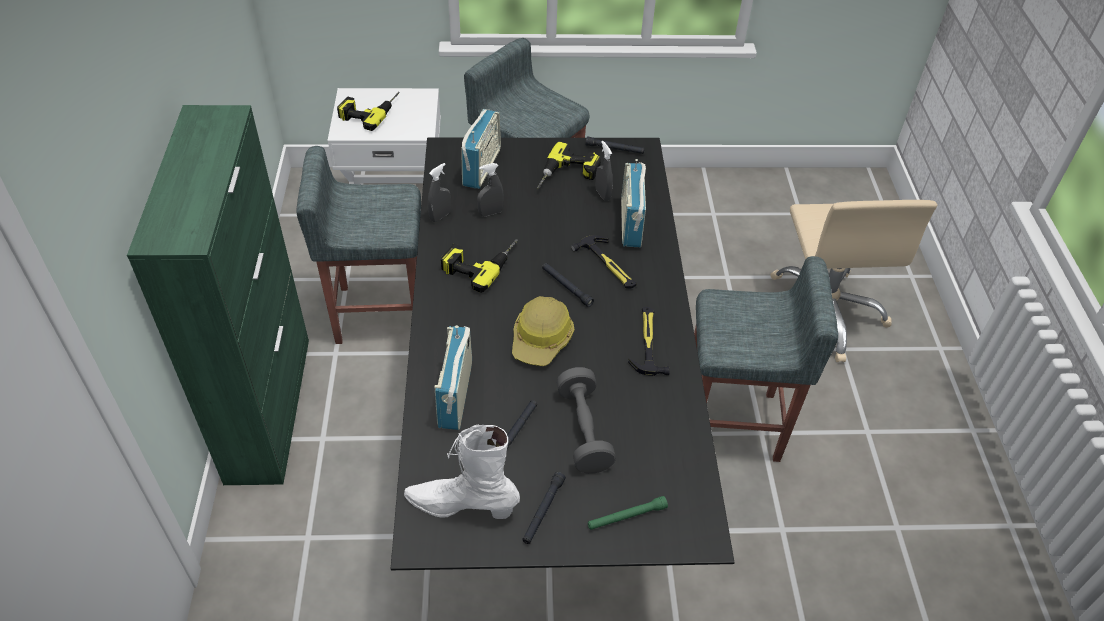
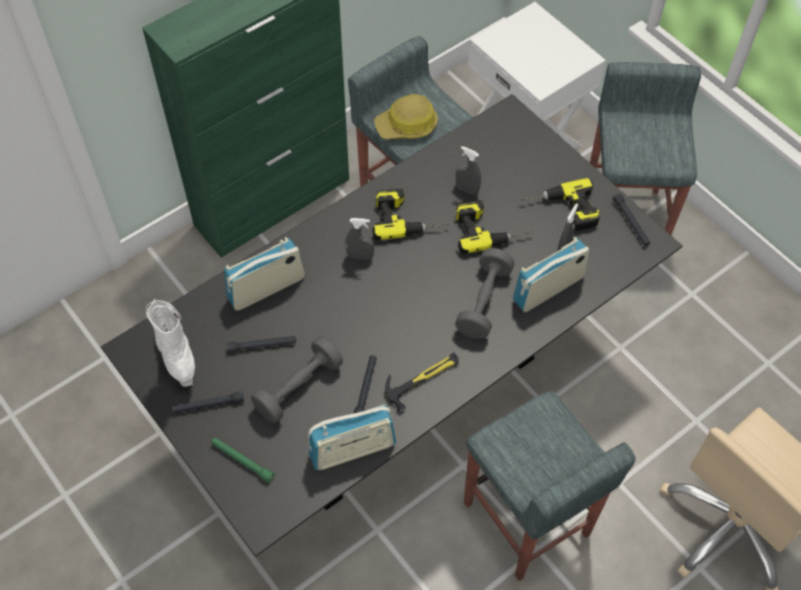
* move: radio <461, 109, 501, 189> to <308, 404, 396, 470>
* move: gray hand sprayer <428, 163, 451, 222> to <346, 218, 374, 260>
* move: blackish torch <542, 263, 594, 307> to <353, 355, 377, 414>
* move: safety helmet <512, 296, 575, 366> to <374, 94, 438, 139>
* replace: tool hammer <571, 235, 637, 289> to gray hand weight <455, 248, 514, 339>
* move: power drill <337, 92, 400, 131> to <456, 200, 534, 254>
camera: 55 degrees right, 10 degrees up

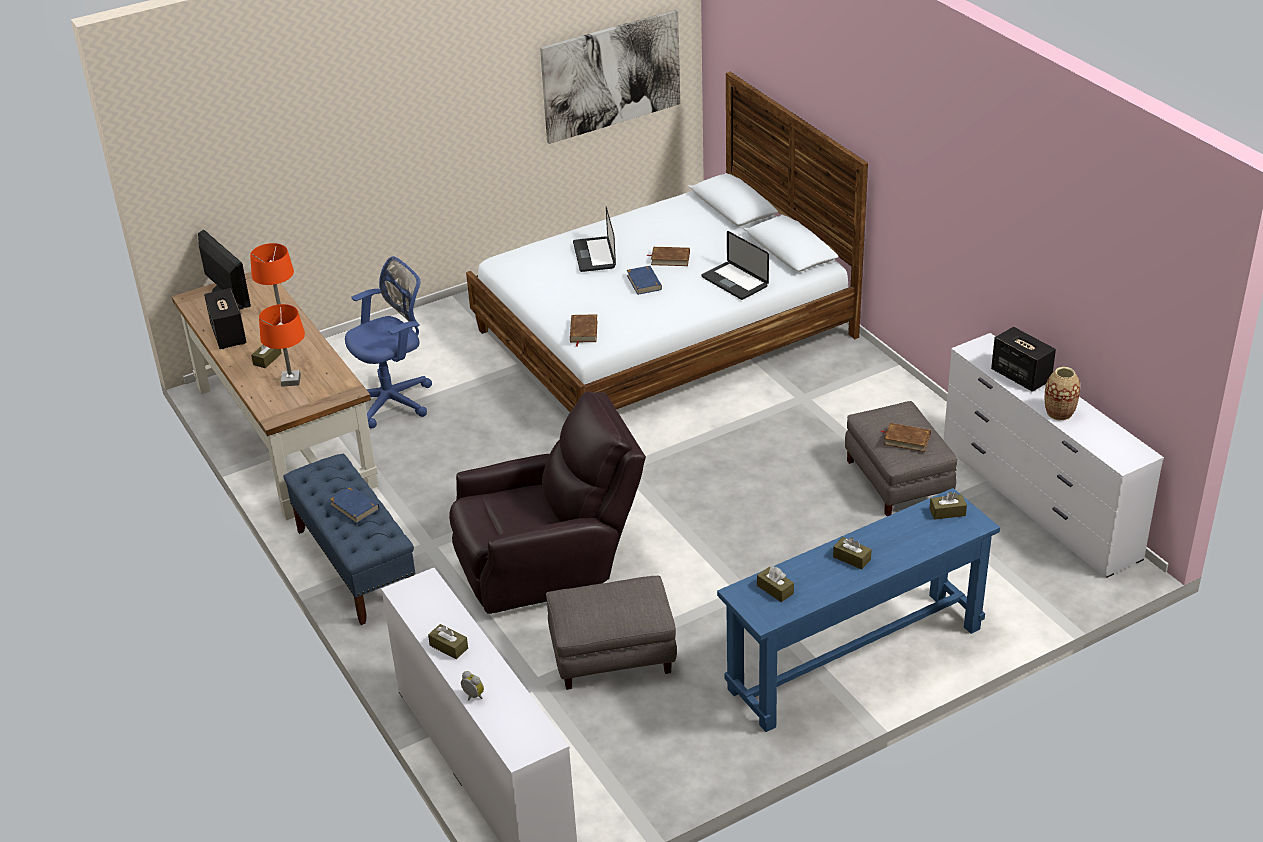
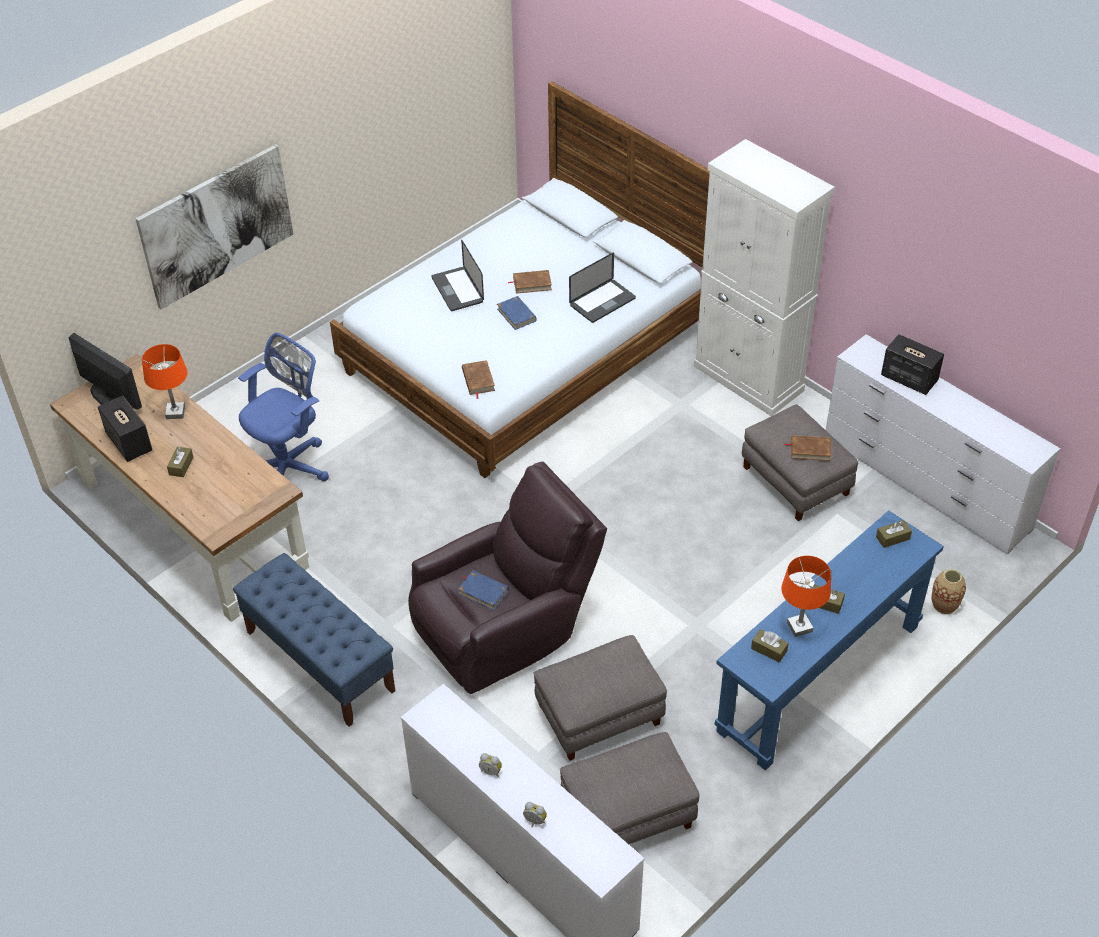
* move: picture <540, 10, 680, 144> to <135, 144, 293, 309>
* move: blue volume <329, 486, 379, 524> to <458, 570, 509, 610>
* replace: brownish tissue holder <428, 624, 468, 659> to alarm clock <479, 753, 502, 777>
* insert: gray pouffe <560, 732, 700, 844>
* rotate: notebook computer <702, 231, 769, 300> = <569, 252, 636, 323> 75 degrees counterclockwise
* insert: whitish storage cabinet <694, 139, 835, 416>
* move: orangey table lamp <259, 304, 305, 387> to <781, 556, 831, 637>
* move: vase <1044, 367, 1080, 421> to <932, 569, 966, 614>
camera: 15 degrees left, 10 degrees up

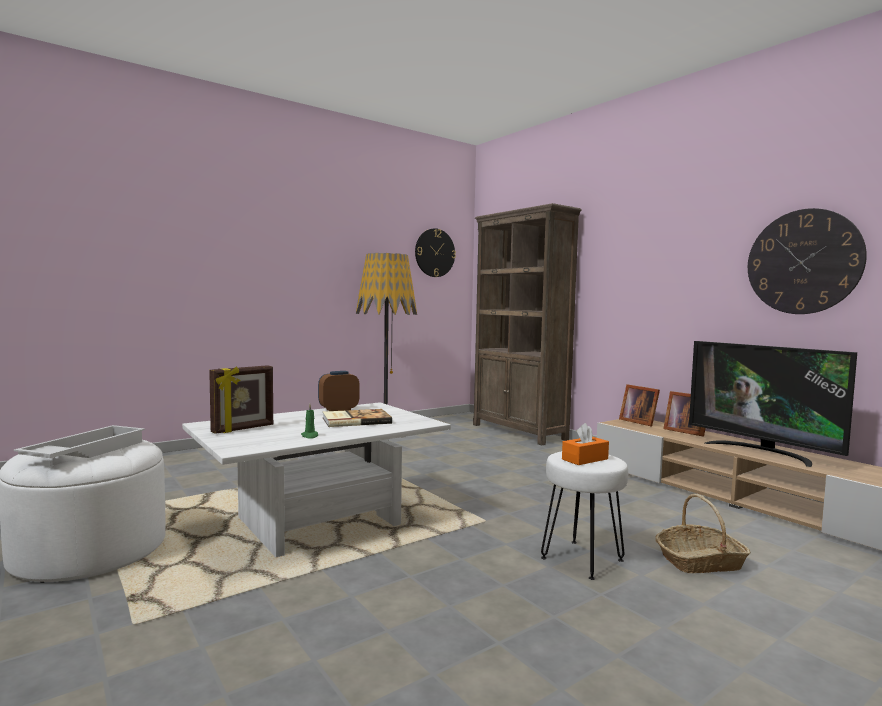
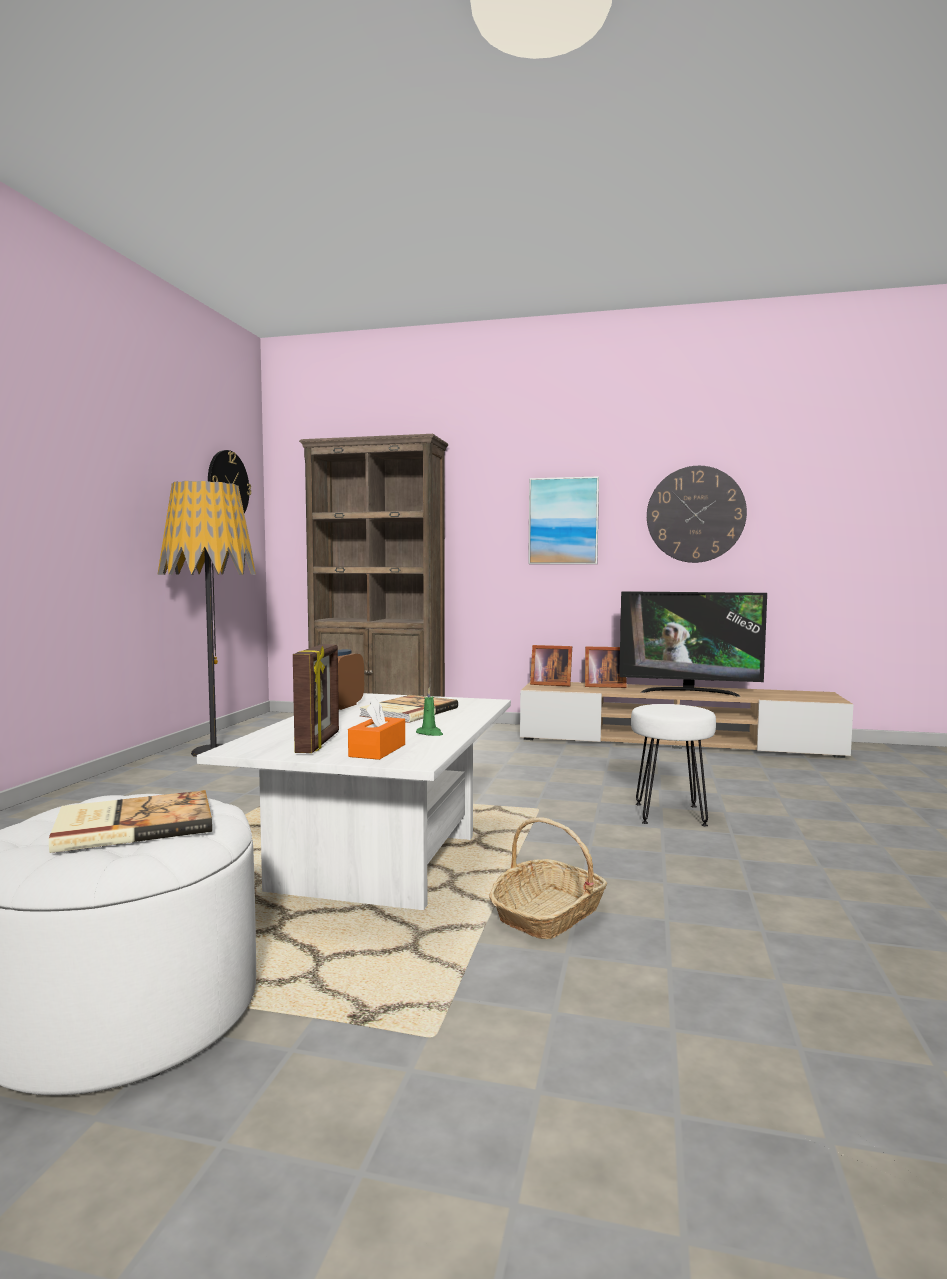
* replace: whitish serving tray <14, 425, 145, 458> to volume <49, 790, 212, 853>
* move: orangey tissue holder <562, 423, 609, 465> to <348, 697, 405, 760>
* move: basket <655, 494, 750, 573> to <489, 817, 607, 939>
* insert: picture <528, 476, 599, 564>
camera: 40 degrees left, 0 degrees up

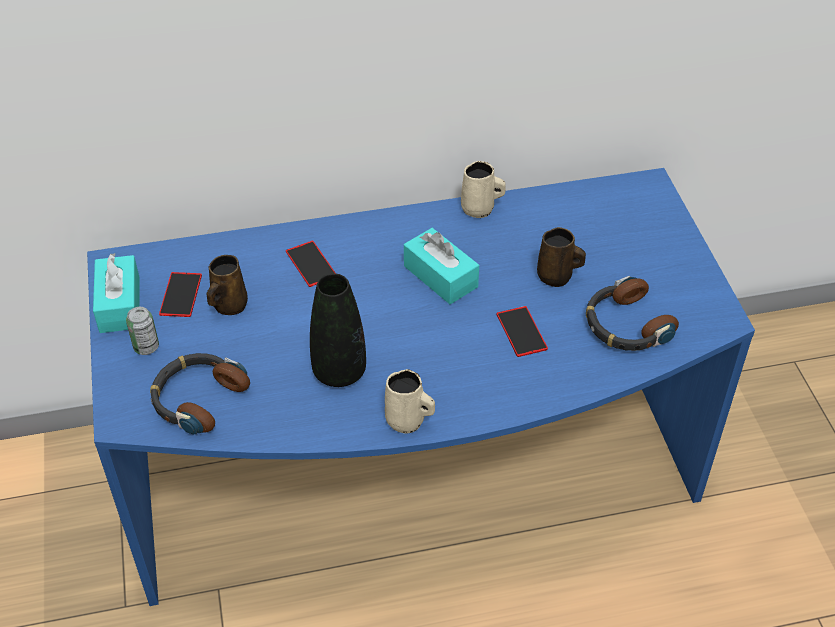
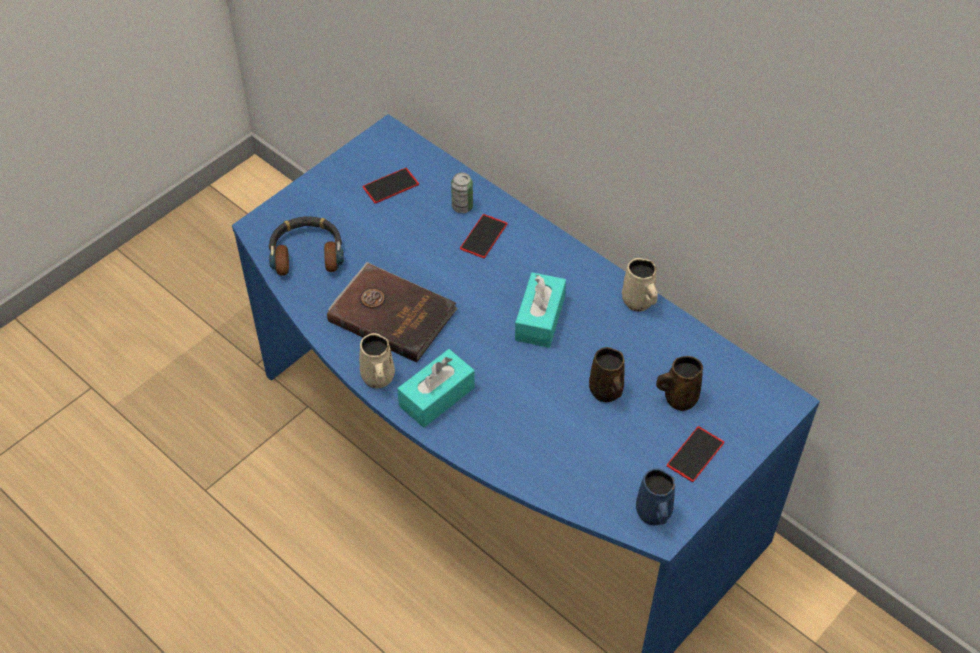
* replace: blackish vase <310, 273, 366, 387> to brownish volume <327, 262, 458, 363>
* move: turquoise tissue holder <93, 253, 140, 333> to <397, 349, 475, 428>
* move: sealed can <126, 307, 159, 355> to <451, 173, 473, 213>
* insert: blue tea mug <636, 468, 675, 526>
* move: brownish tea mug <206, 255, 248, 315> to <656, 356, 703, 411>
* move: phone <497, 306, 548, 357> to <667, 426, 724, 482>
* delete: headset <586, 276, 679, 351>
camera: 55 degrees right, 5 degrees up

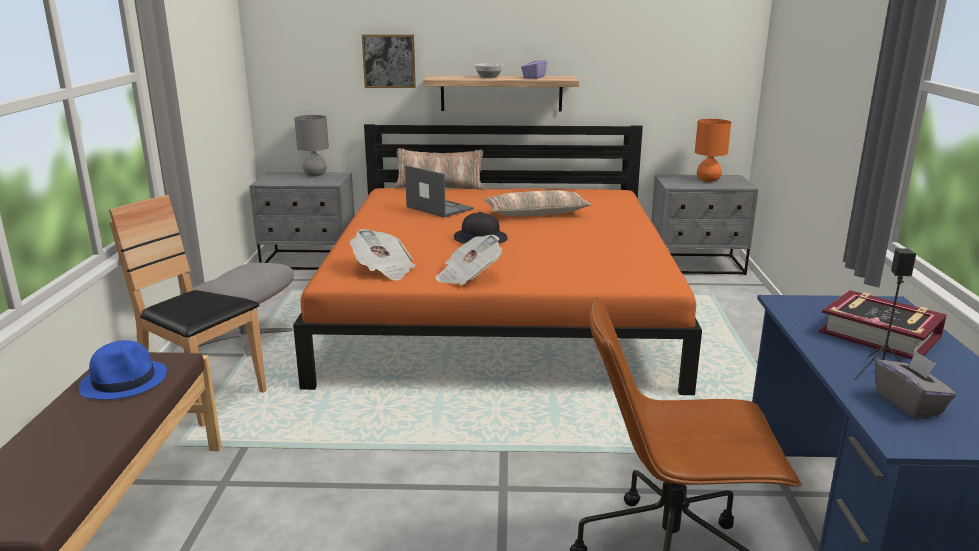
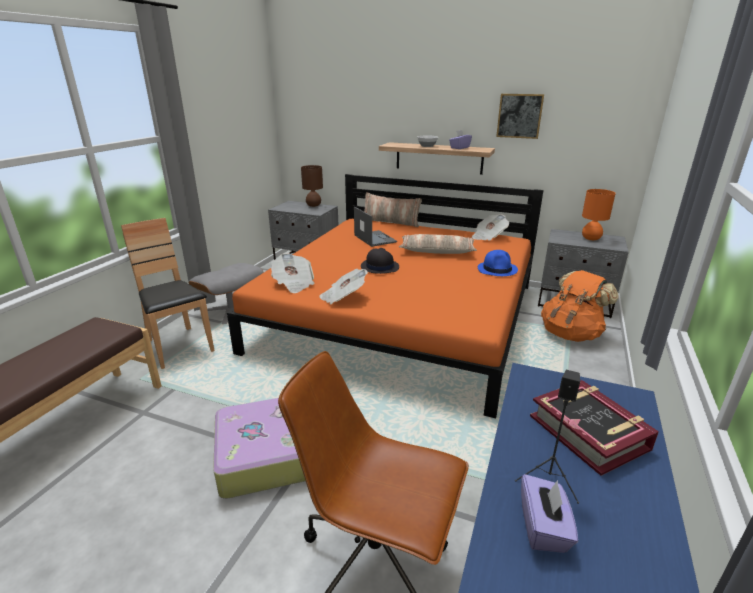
* insert: piece of luggage <213, 398, 306, 499>
* recolor: gray table lamp <294, 115, 329, 176> to brownish table lamp <301, 165, 323, 207>
* insert: printed paper <472, 214, 509, 240>
* move: blue wearable hat <79, 340, 167, 400> to <478, 250, 518, 276>
* move: picture <362, 34, 416, 88> to <496, 94, 544, 139>
* recolor: gray tissue holder <875, 351, 956, 418> to purple tissue holder <521, 474, 578, 553>
* insert: orangey rucksack <541, 270, 618, 342>
camera: 20 degrees right, 5 degrees up

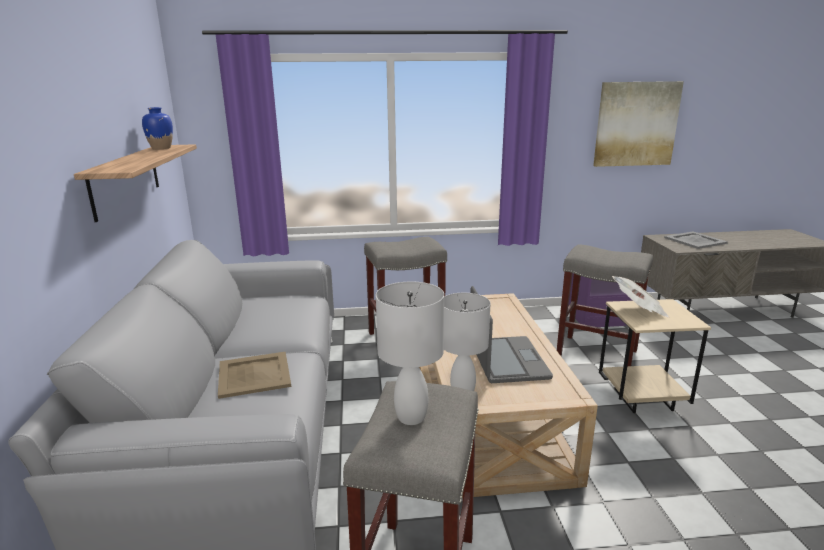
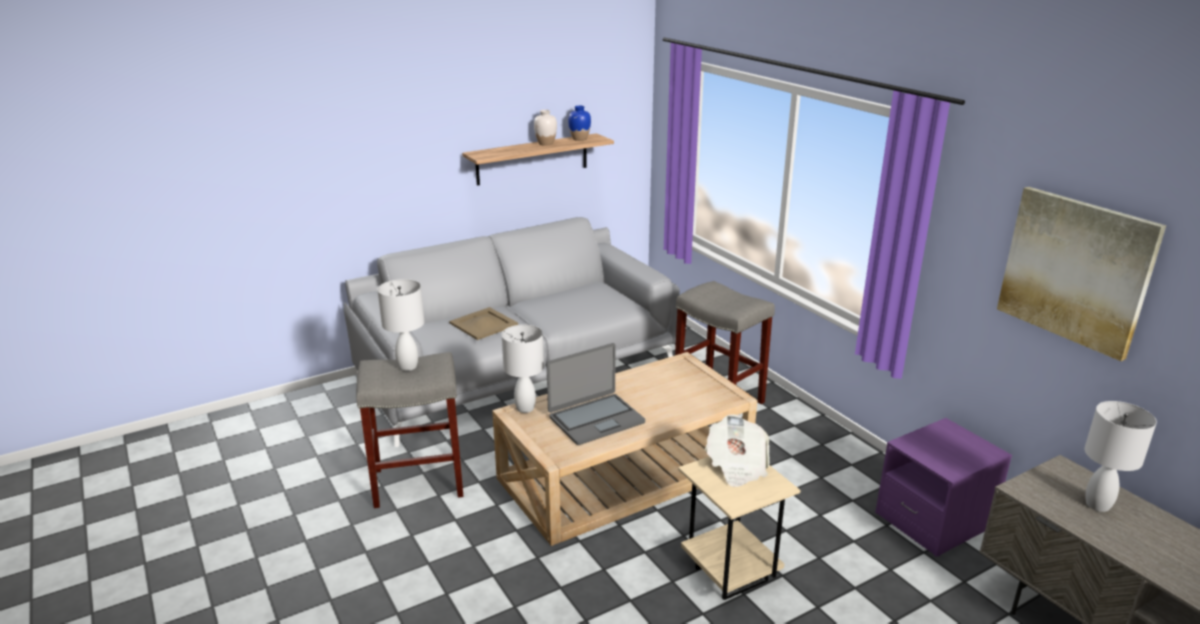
* insert: whitish vase <534, 110, 557, 146>
* replace: gray serving tray <664, 232, 728, 249> to whitish table lamp <1084, 401, 1157, 512>
* delete: gray stool <557, 245, 653, 366>
camera: 65 degrees right, 5 degrees up

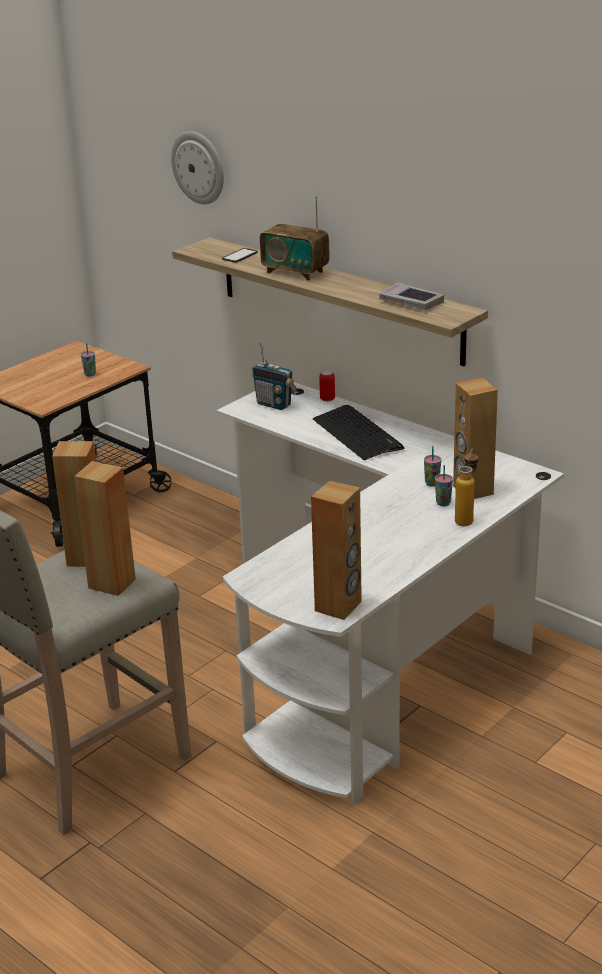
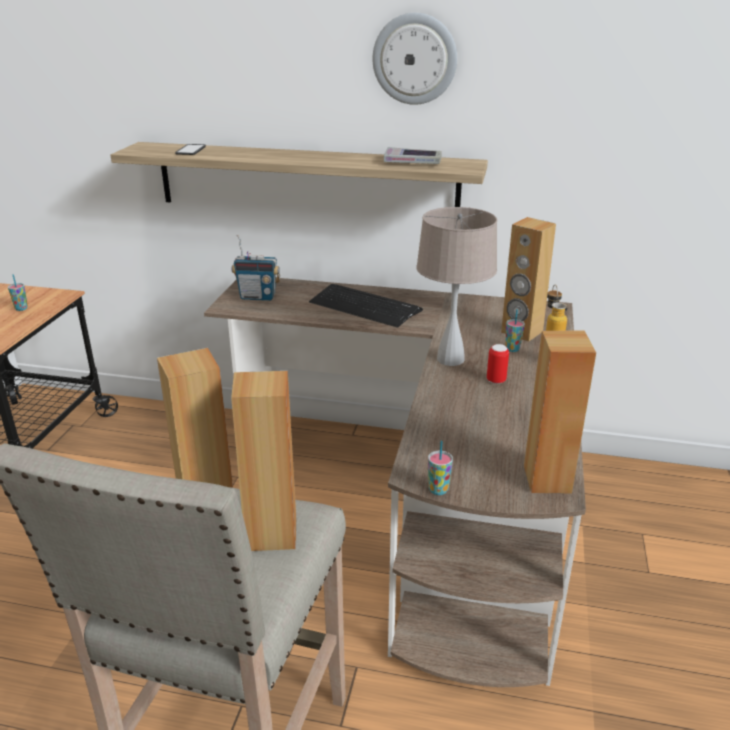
* recolor: whitish desk unit <216, 382, 564, 805> to brownish desk unit <204, 278, 586, 687>
* move: clock on the wall <171, 131, 224, 204> to <372, 13, 457, 105>
* insert: sand-coloured table lamp <416, 207, 497, 366>
* move: cup <424, 446, 441, 487> to <428, 441, 453, 495>
* move: sealed can <319, 370, 335, 402> to <487, 344, 509, 384>
* delete: radio <260, 196, 329, 281>
camera: 30 degrees left, 0 degrees up

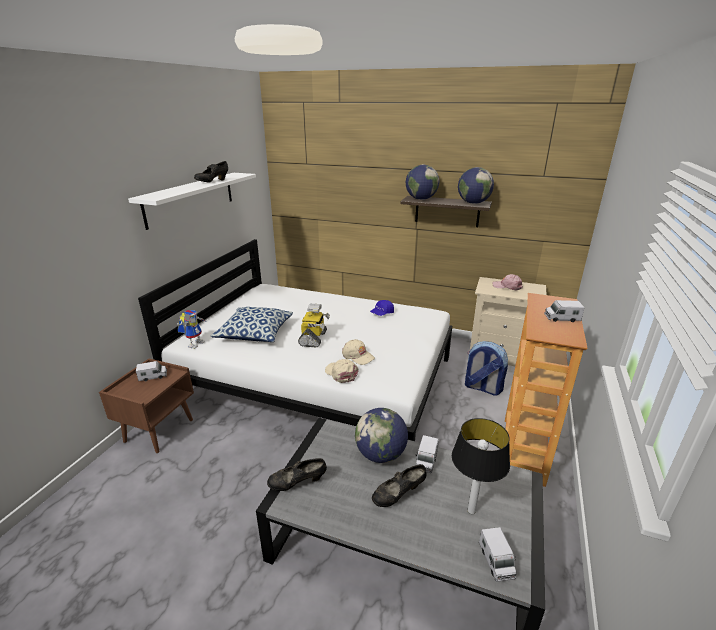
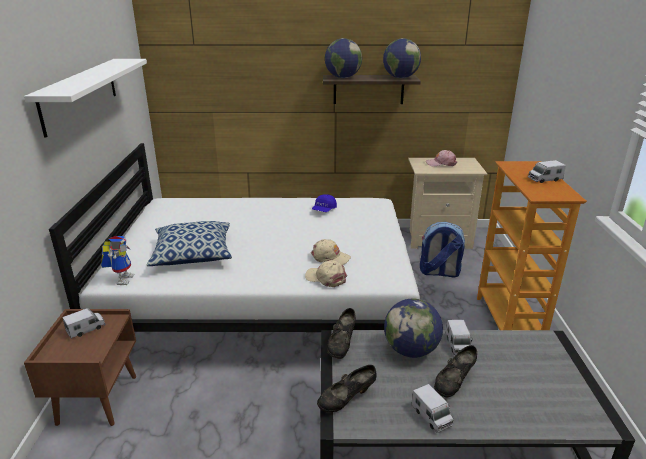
* move: blackish item of footwear <194, 161, 228, 182> to <327, 308, 356, 359>
* move: model truck <479, 527, 517, 582> to <411, 384, 453, 433>
* delete: toy robot <298, 304, 330, 348>
* delete: table lamp <452, 418, 510, 514>
camera: 20 degrees left, 0 degrees up

